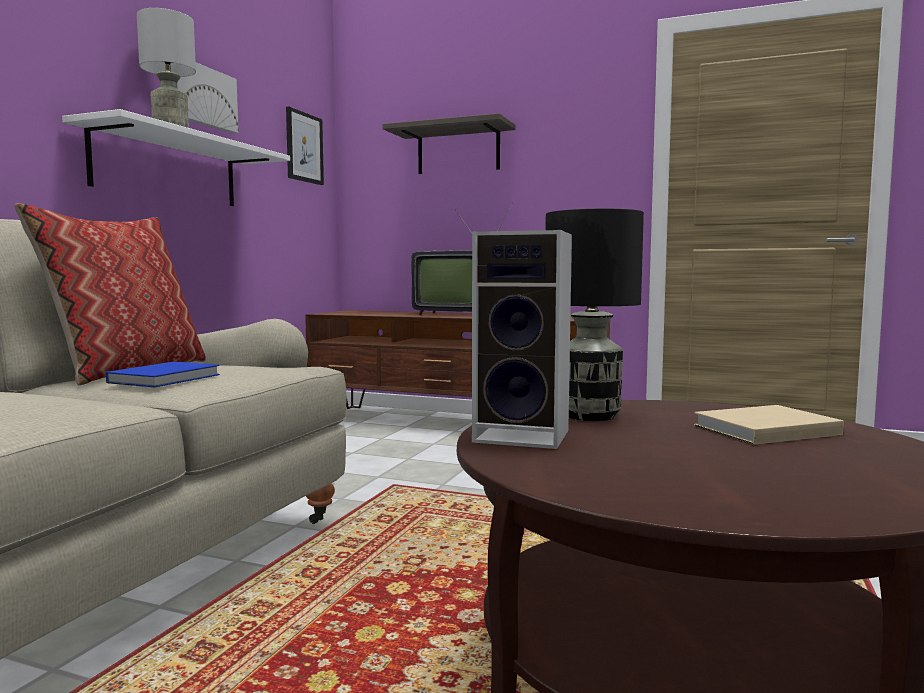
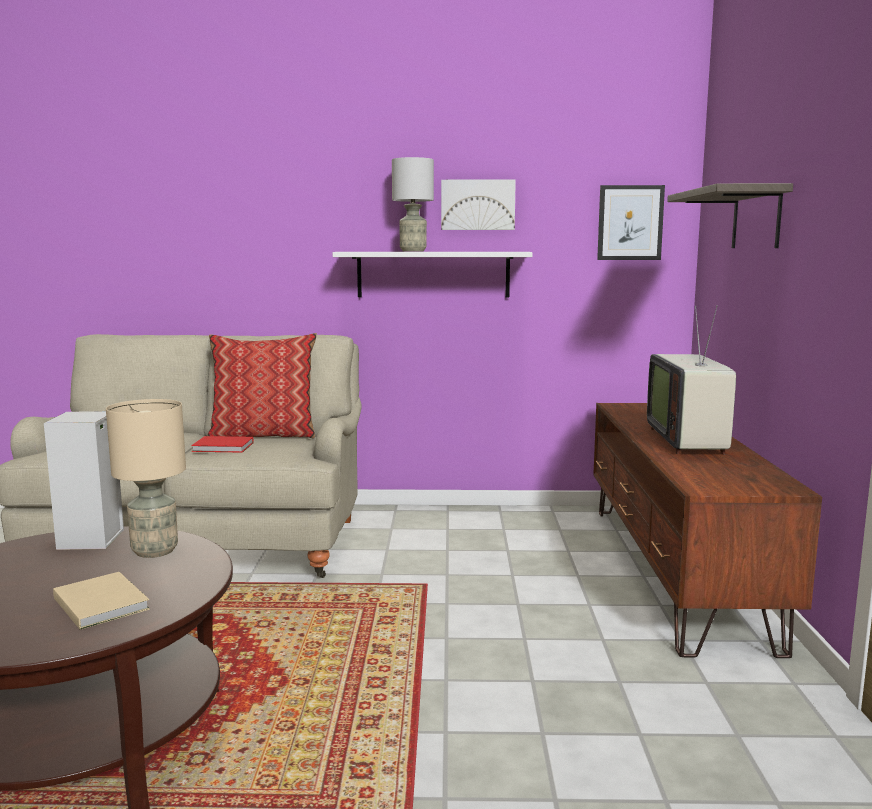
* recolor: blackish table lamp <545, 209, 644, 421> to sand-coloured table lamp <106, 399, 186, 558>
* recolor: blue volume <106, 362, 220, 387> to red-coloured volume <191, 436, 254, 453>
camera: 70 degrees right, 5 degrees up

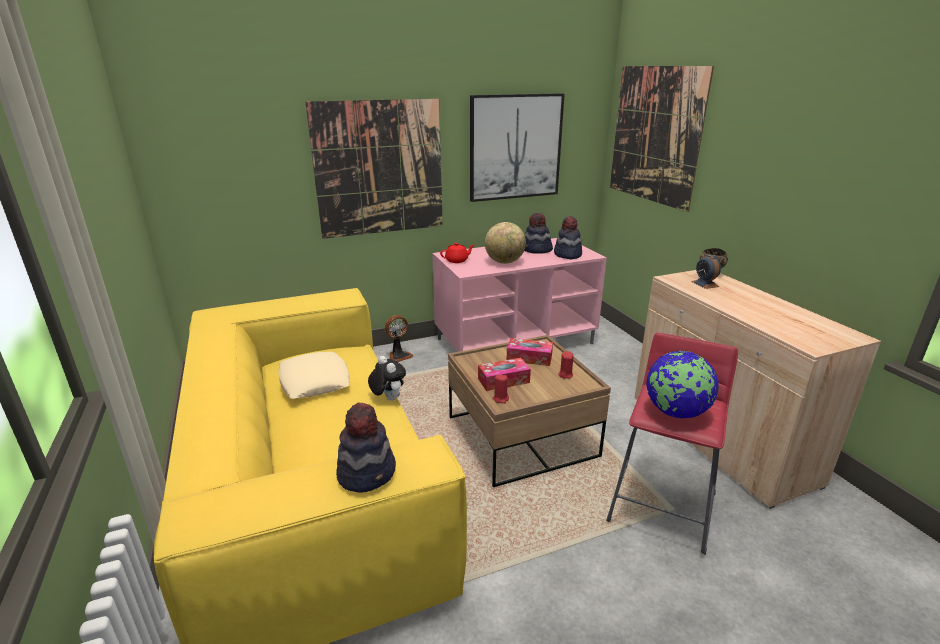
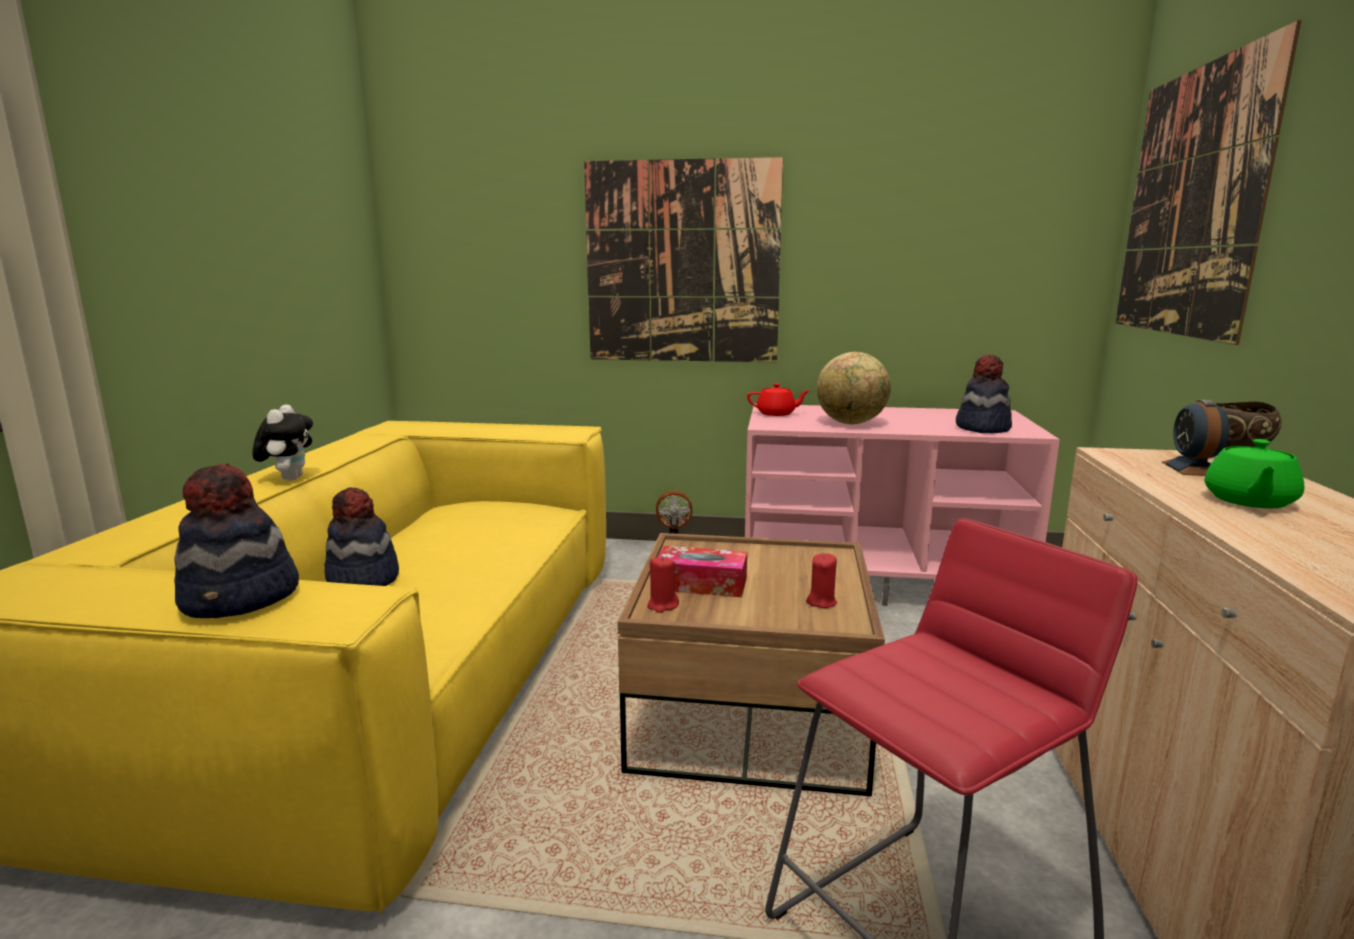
* move: cuddly toy <368, 356, 406, 401> to <252, 404, 313, 481>
* move: wearable hat <524, 213, 553, 254> to <324, 488, 399, 586>
* insert: green-coloured teapot <1204, 439, 1304, 508>
* delete: sand-coloured throw pillow <278, 352, 350, 399>
* delete: picture <470, 93, 564, 202>
* delete: tissue holder <507, 338, 553, 366>
* delete: desk globe <646, 350, 719, 418>
camera: 30 degrees right, 10 degrees down

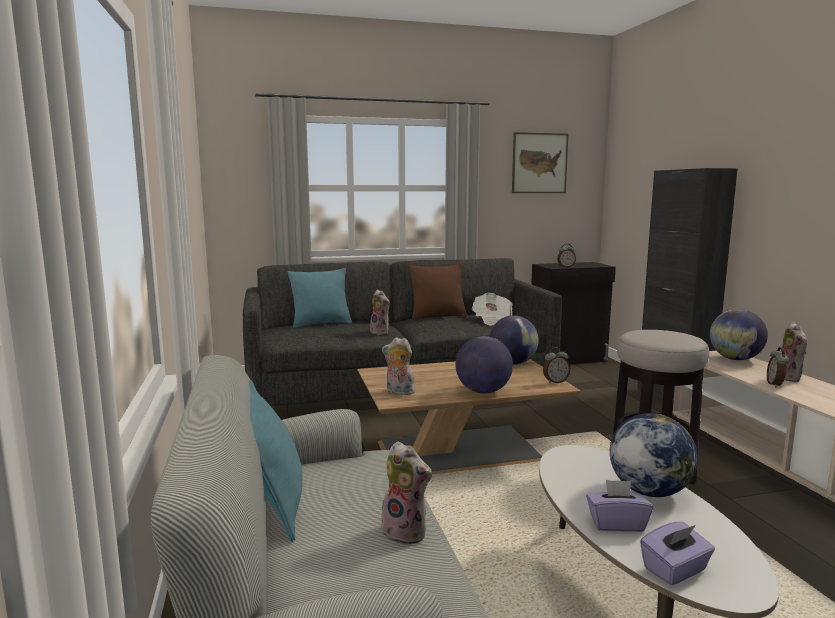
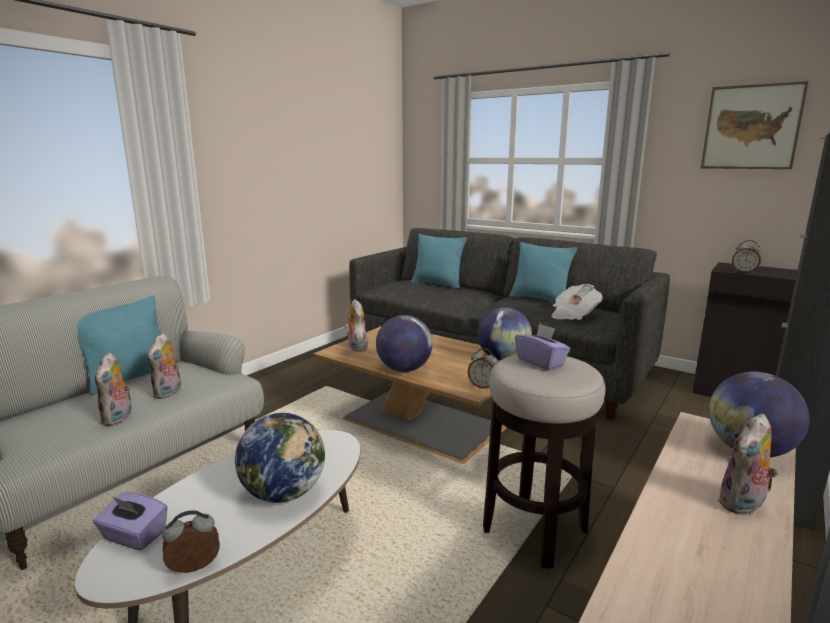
* move: cuddly toy <370, 290, 390, 335> to <148, 333, 181, 399>
* move: alarm clock <767, 347, 789, 388> to <162, 510, 220, 573>
* recolor: brownish throw pillow <408, 264, 467, 320> to turquoise throw pillow <509, 242, 577, 303>
* move: purple tissue holder <586, 480, 653, 532> to <515, 323, 571, 370>
camera: 50 degrees right, 5 degrees up

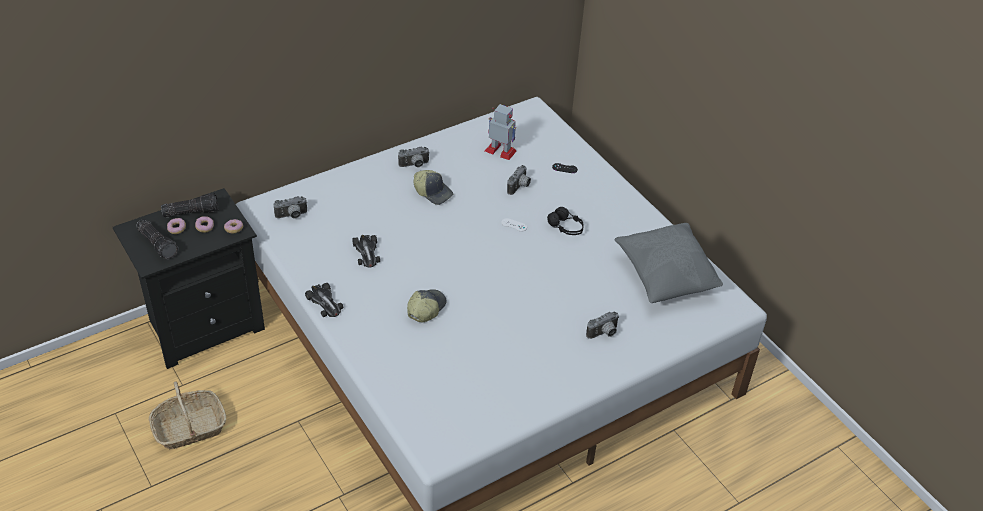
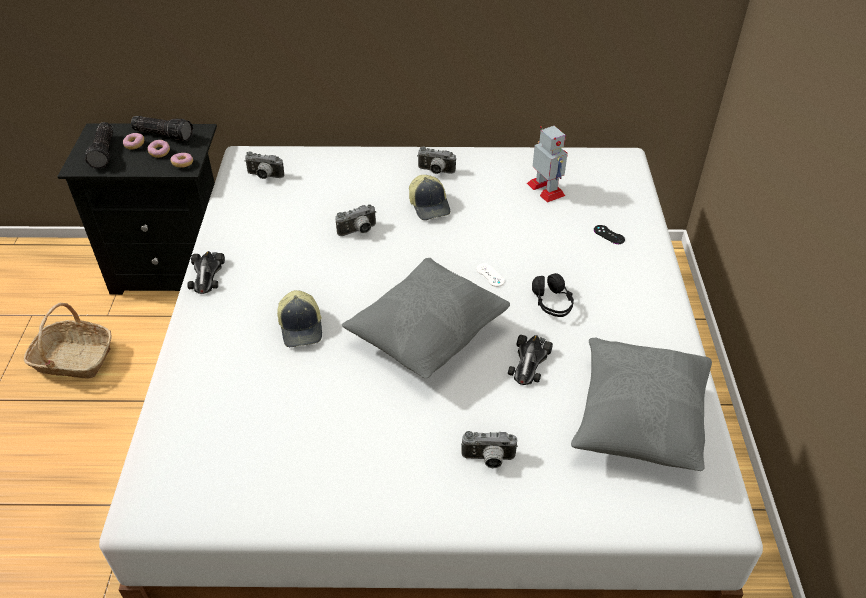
* rotate: peaked cap <407, 289, 446, 323> = <277, 290, 322, 347> 105 degrees clockwise
* move: still camera <507, 165, 531, 195> to <335, 204, 376, 236>
* insert: gray throw pillow <342, 258, 510, 379>
* move: model car <352, 235, 380, 268> to <508, 335, 553, 385>
camera: 35 degrees right, 0 degrees up

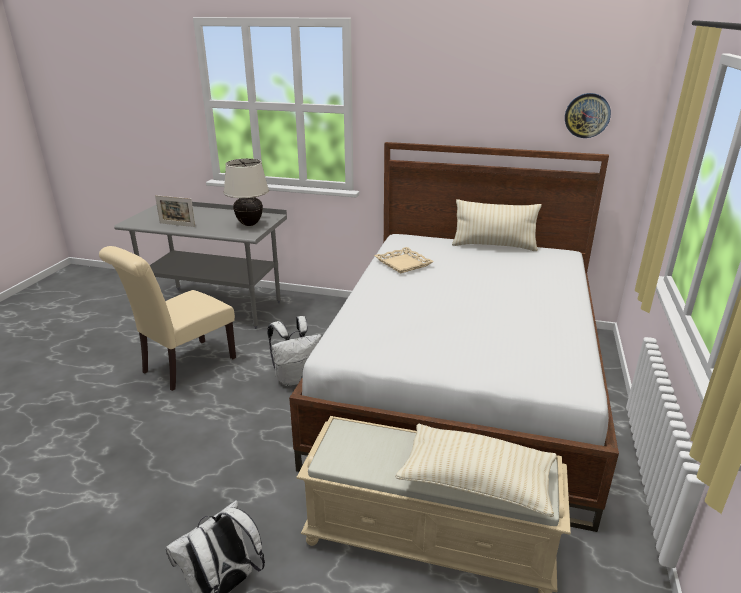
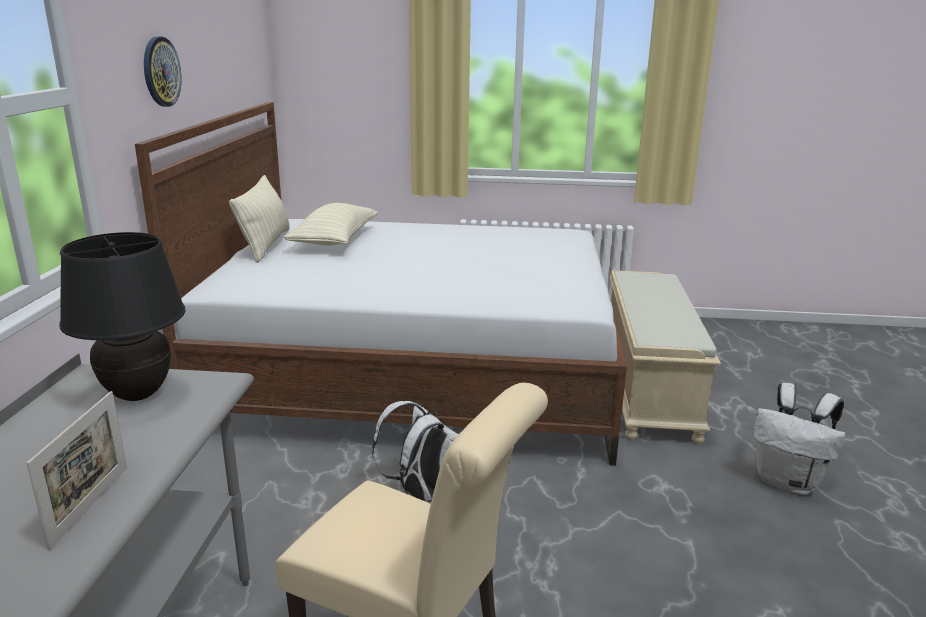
* recolor: sand-coloured table lamp <224, 159, 269, 226> to blackish table lamp <59, 232, 185, 401>
* move: clock on the wall <565, 93, 611, 138> to <144, 37, 182, 107>
* move: sand-coloured throw pillow <395, 424, 557, 517> to <284, 203, 378, 245>
* delete: sand-coloured serving tray <374, 247, 434, 273>
camera: 100 degrees left, 5 degrees down

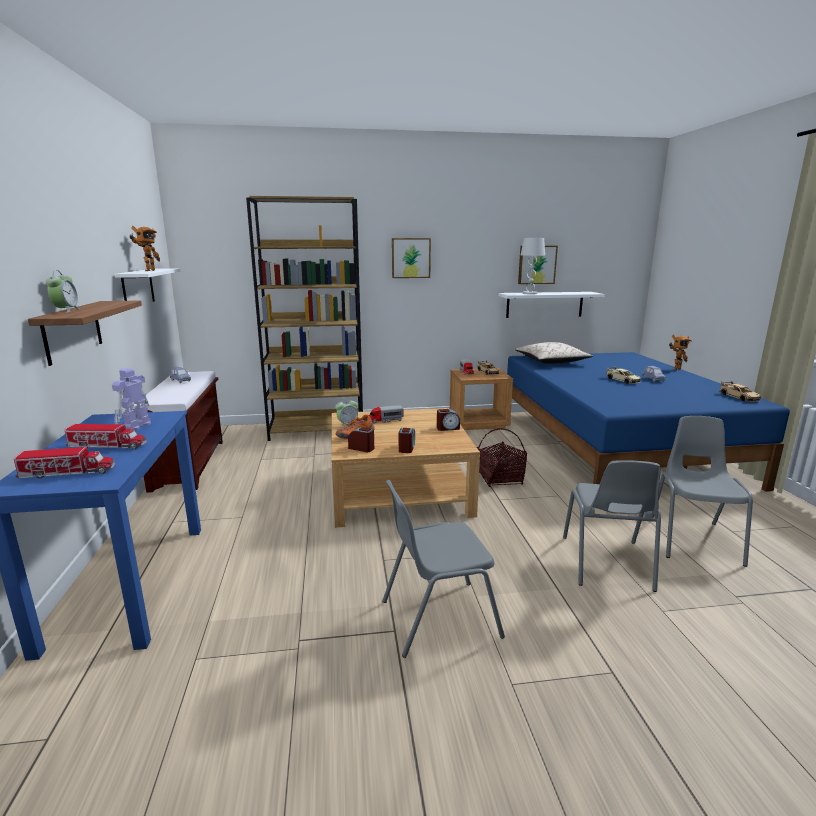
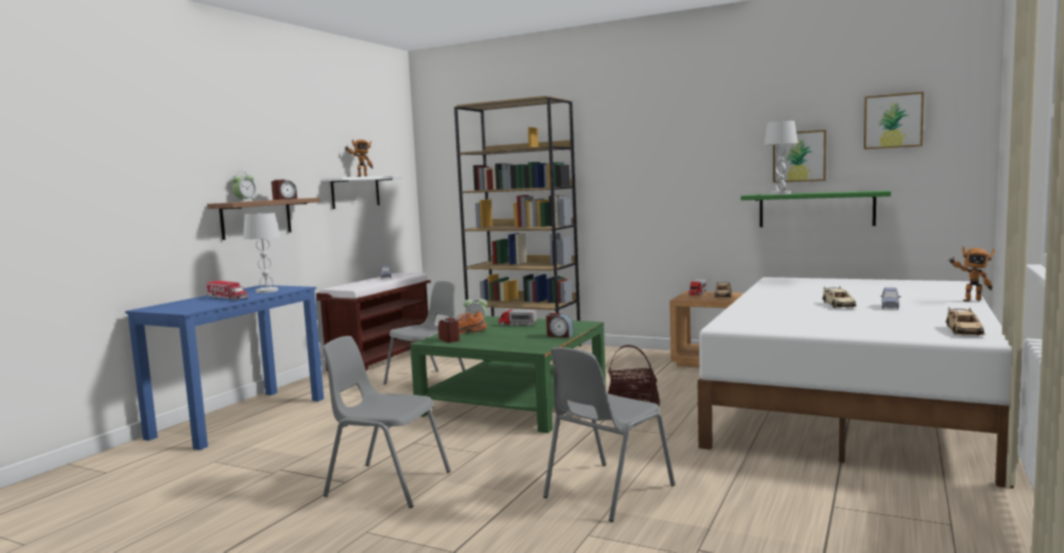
* replace: toy robot <112, 368, 151, 430> to whitish table lamp <243, 213, 281, 293>
* move: alarm clock <399, 428, 415, 453> to <271, 179, 297, 200>
* move: gray chair <651, 416, 753, 567> to <383, 281, 465, 384>
* recolor: sand-coloured coffee table <332, 408, 480, 528> to green-coloured coffee table <410, 316, 606, 433>
* recolor: blue sleeping bed <507, 352, 790, 492> to whitish sleeping bed <697, 277, 1014, 489>
* recolor: whitish wall shelf <498, 292, 605, 318> to green-coloured wall shelf <741, 190, 891, 227>
* move: picture <392, 238, 431, 278> to <864, 92, 924, 149>
* delete: model truck <14, 447, 115, 478>
* delete: sand-coloured throw pillow <515, 342, 593, 364>
camera: 35 degrees right, 10 degrees down

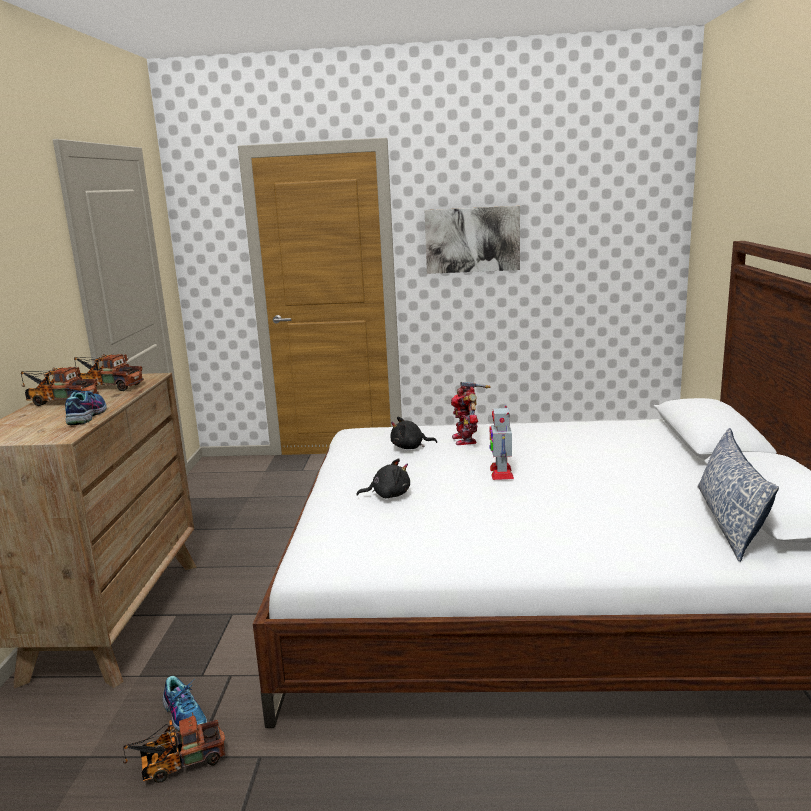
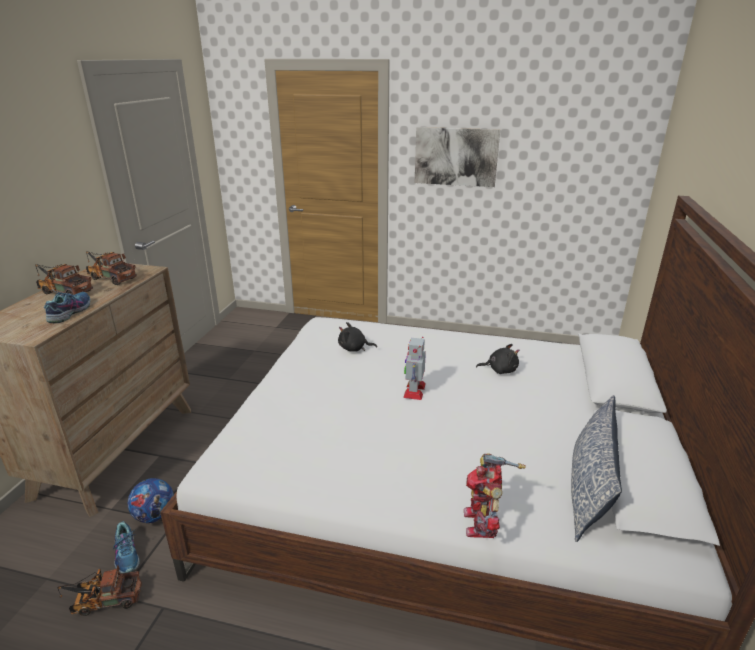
* insert: football <128, 478, 174, 523>
* move: toy robot <451, 382, 490, 445> to <464, 453, 526, 538>
* move: blackish cuddly toy <357, 459, 410, 499> to <476, 344, 519, 374>
camera: 10 degrees right, 10 degrees up

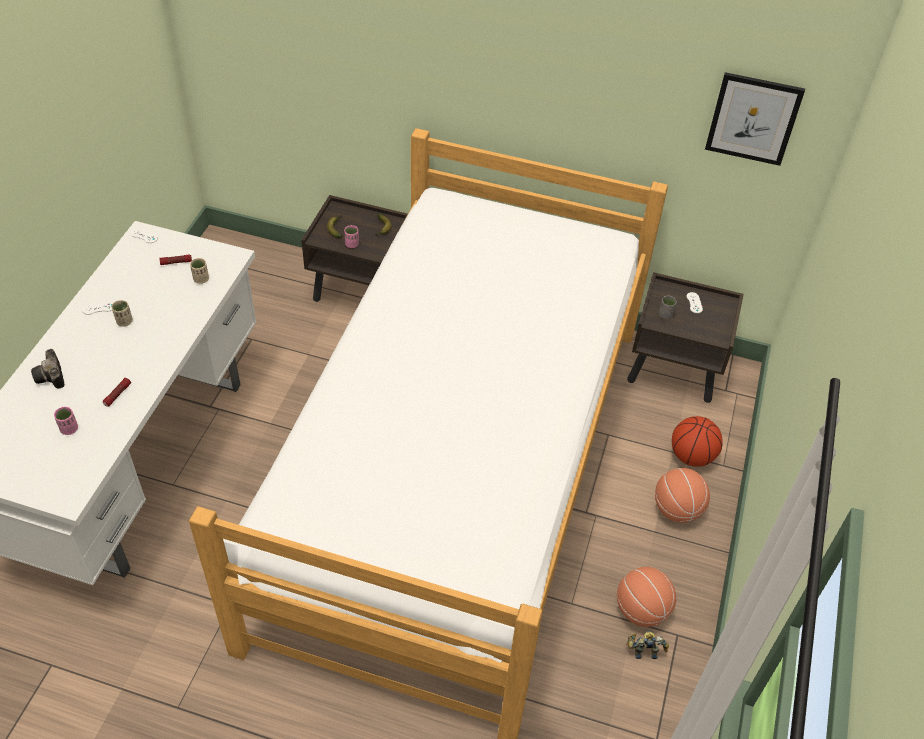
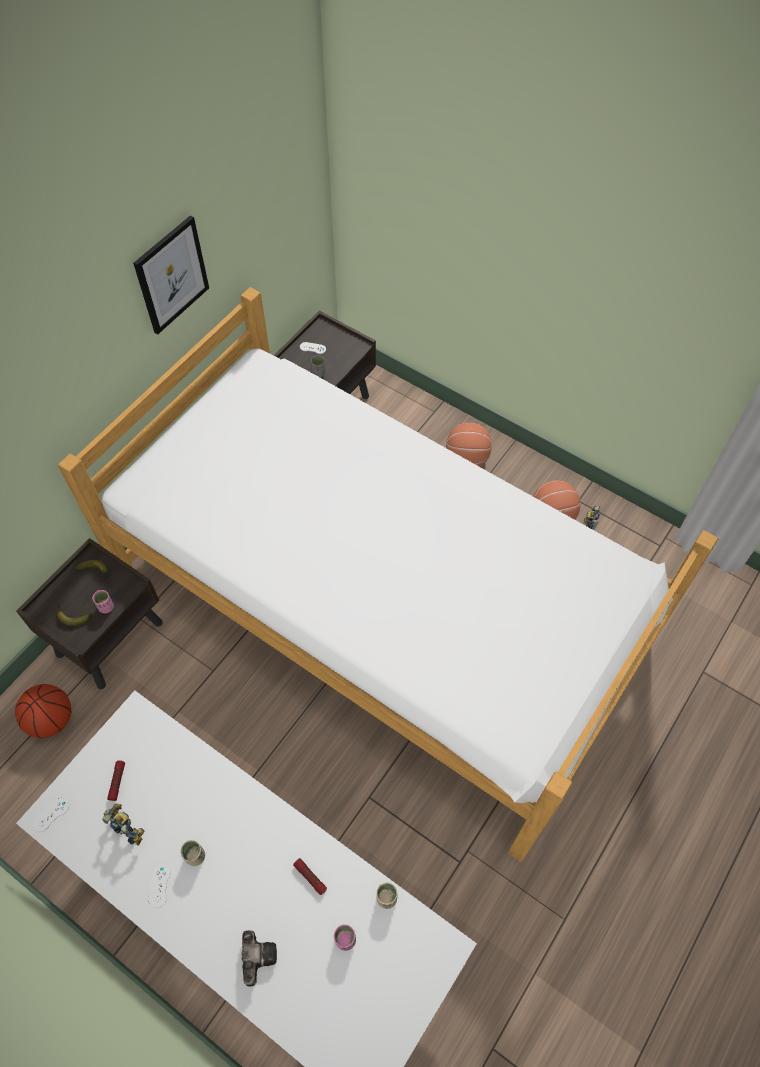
* move: ball for basketball <672, 416, 723, 467> to <15, 684, 71, 738>
* insert: toy robot <102, 803, 144, 846>
* move: picture <705, 72, 805, 166> to <133, 215, 209, 334>
* rotate: still camera <31, 349, 65, 389> = <242, 930, 277, 987> 90 degrees counterclockwise
* move: sand-coloured cup <190, 258, 209, 284> to <376, 882, 397, 909>
camera: 70 degrees left, 10 degrees up

